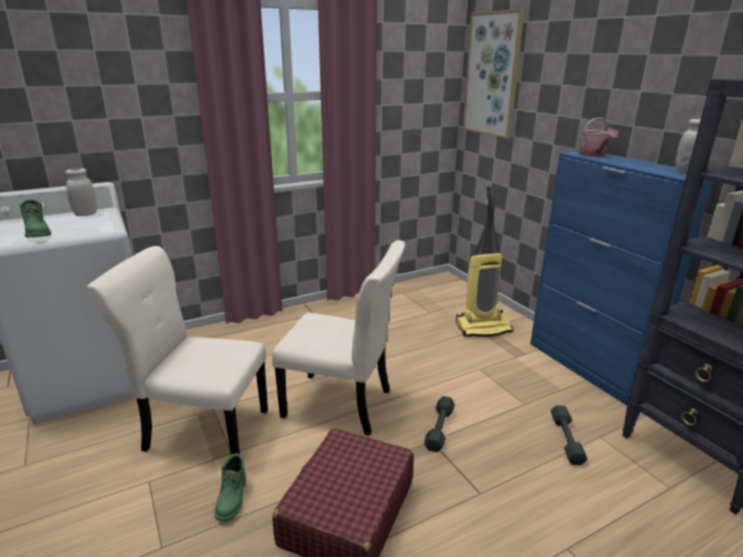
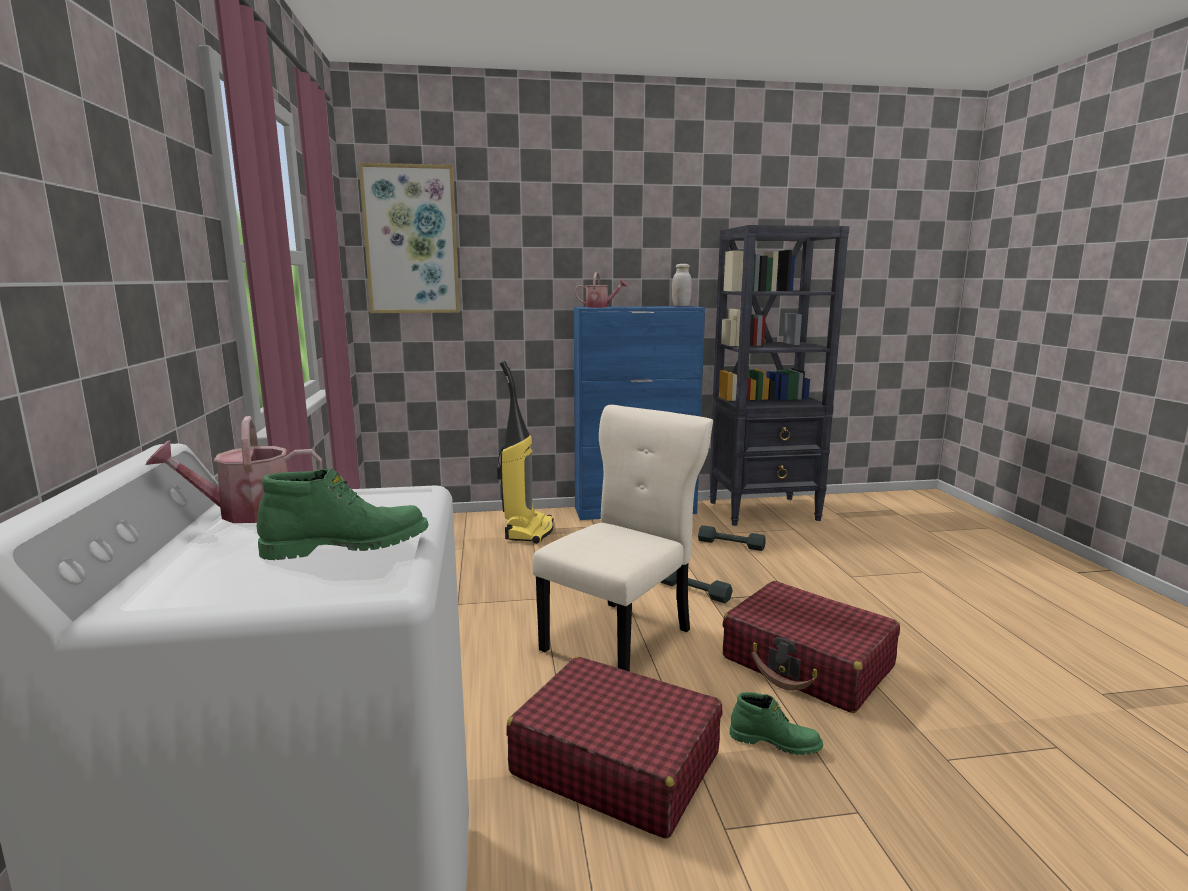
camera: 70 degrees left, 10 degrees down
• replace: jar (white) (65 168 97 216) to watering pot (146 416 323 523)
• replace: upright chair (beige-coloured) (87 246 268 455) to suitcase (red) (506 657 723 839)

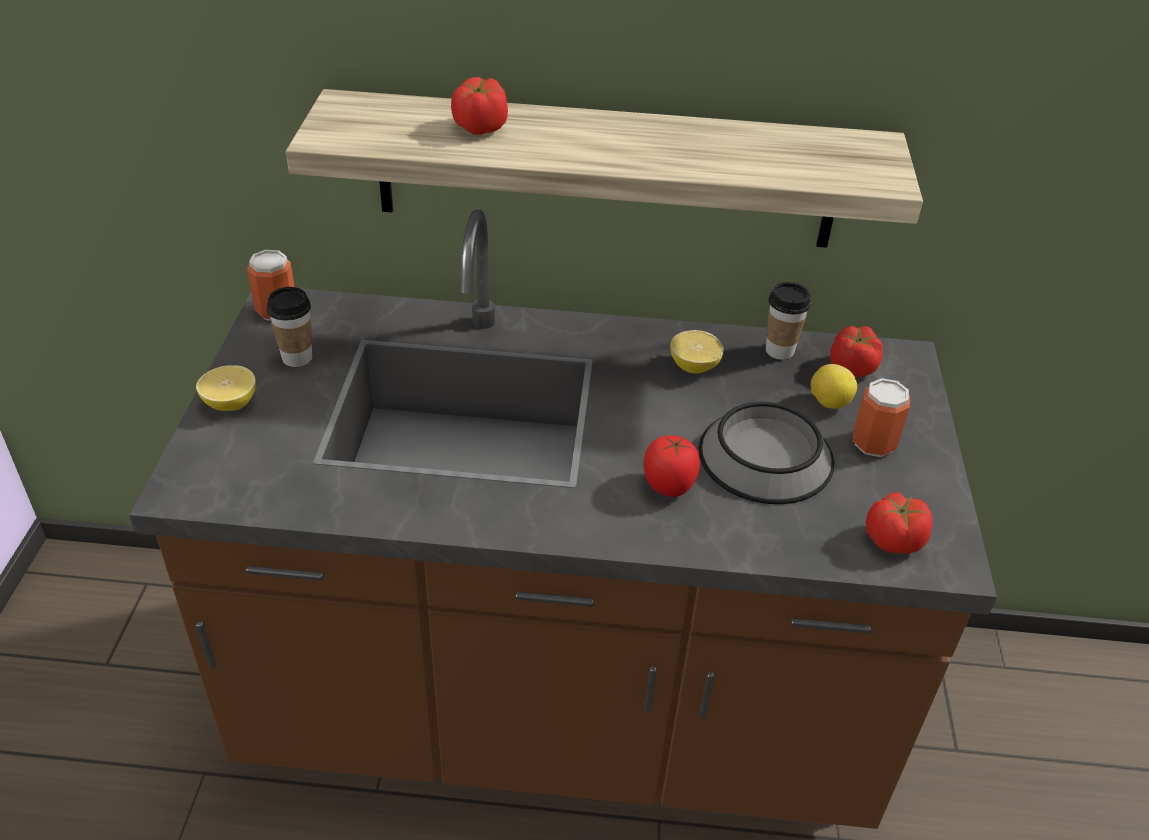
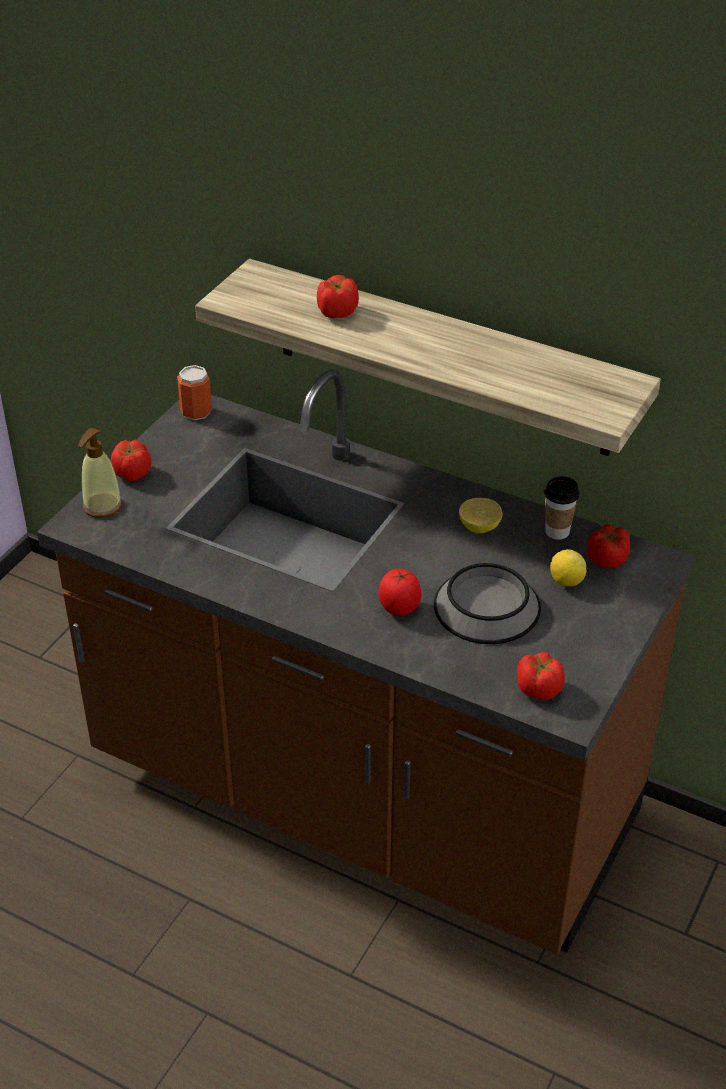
camera: 25 degrees right, 0 degrees up
• delete: cup (267 287 312 367)
• replace: citrus fruit (196 365 256 411) to fresh tomato (111 440 151 481)
• delete: metal can (853 378 910 457)
• insert: liquid soap bottle (78 428 123 518)

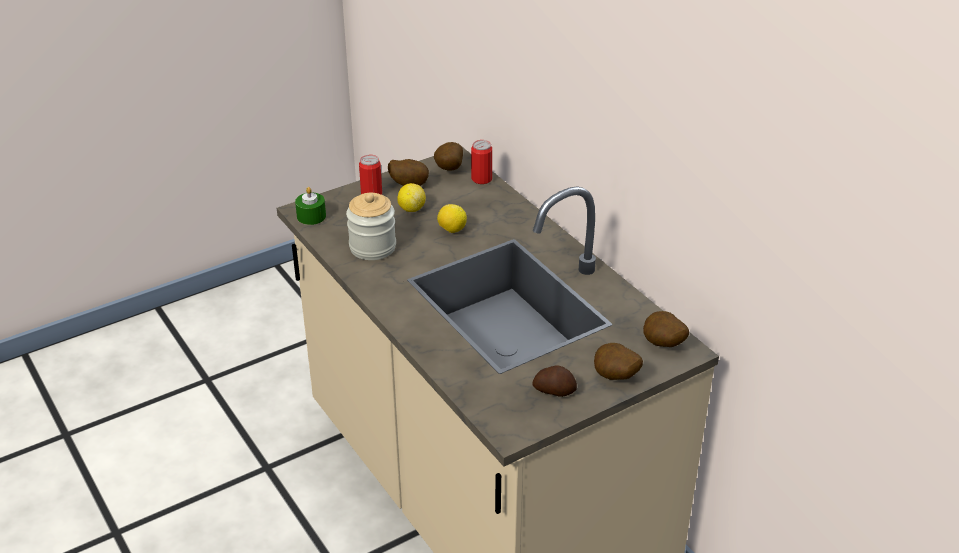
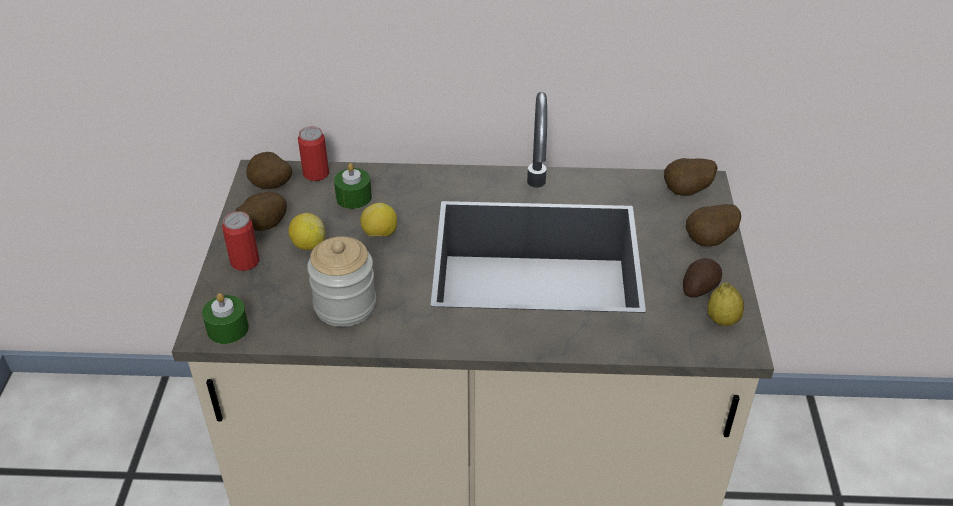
camera: 55 degrees left, 5 degrees up
• insert: wax candle (green) (334 163 372 209)
• insert: citrus fruit (707 282 744 326)

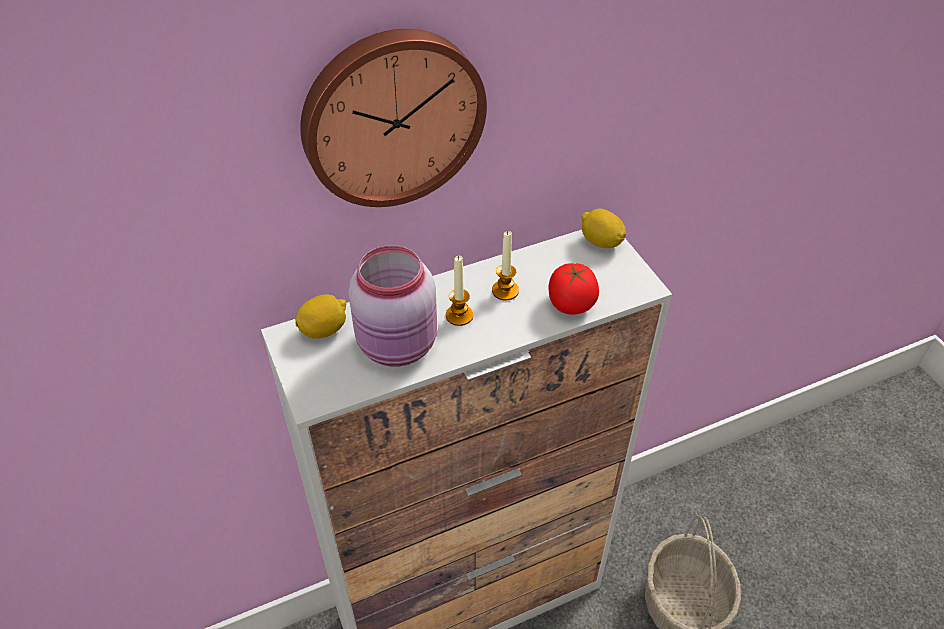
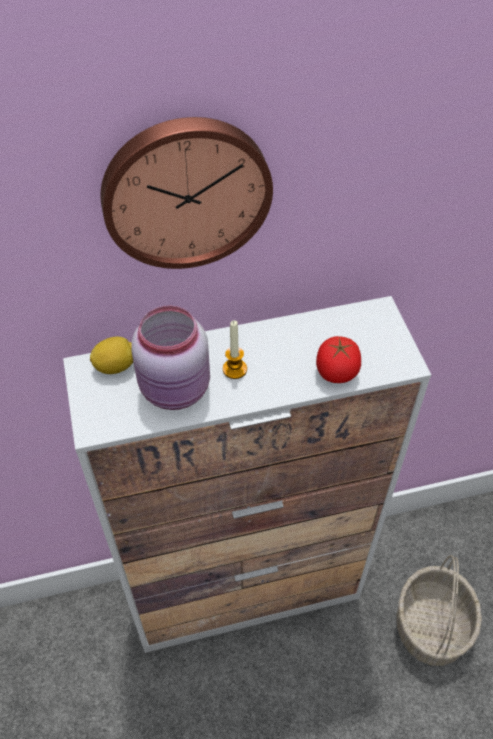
camera: 10 degrees right, 5 degrees up
• delete: citrus fruit (581 208 626 248)
• delete: wax candle (492 231 519 301)

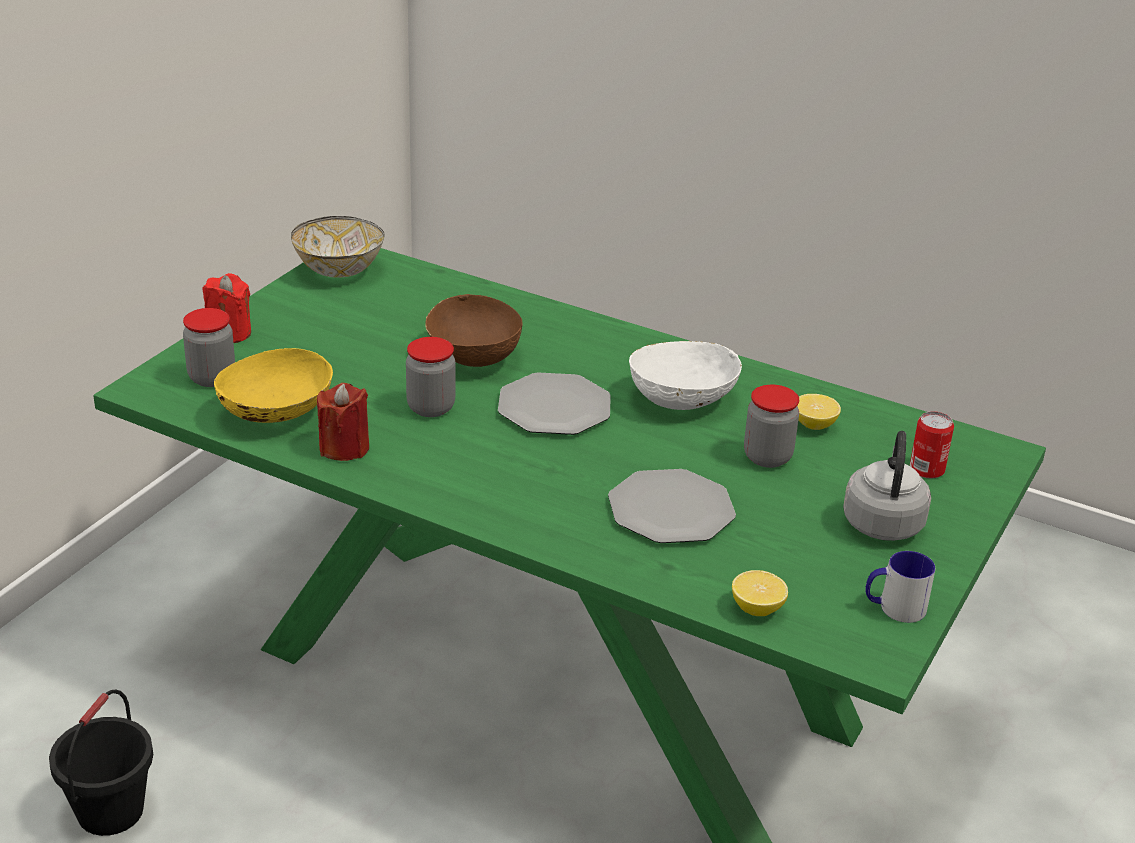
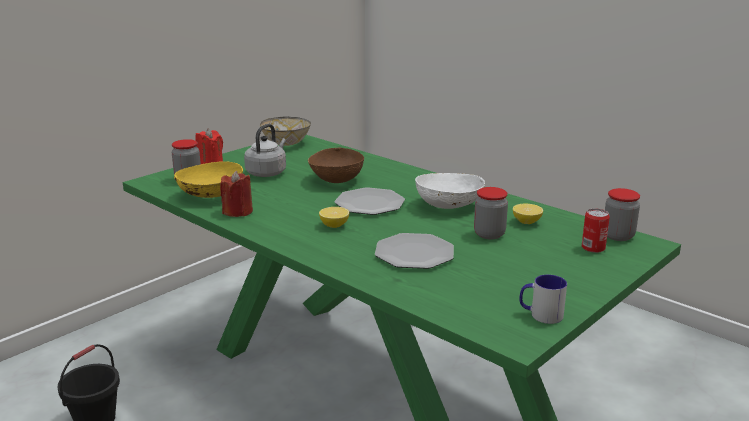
camera: 15 degrees right, 10 degrees down
• move: jar (406 337 455 417) to (605 188 640 241)
• move: kettle (gray) (843 431 931 541) to (244 124 286 177)
• move: citrus fruit (732 570 788 616) to (319 207 349 228)

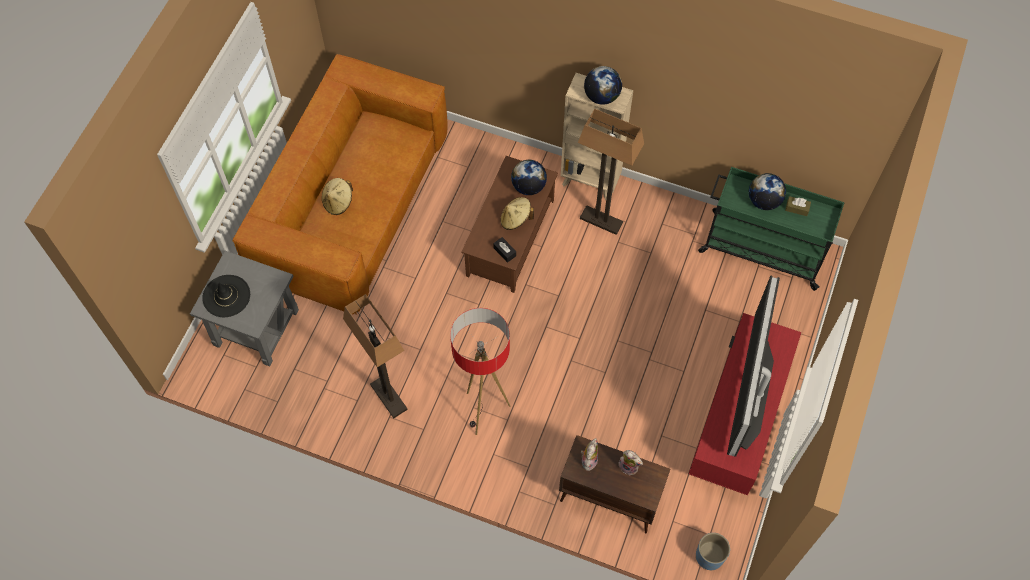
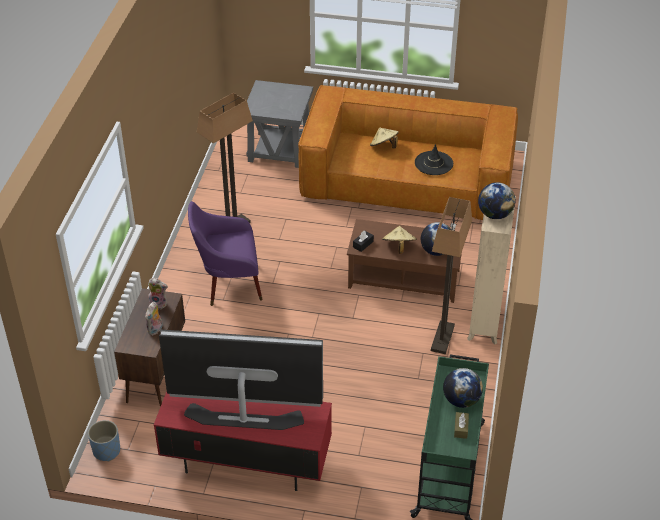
camera: 80 degrees right, 20 degrees down
• move: wearable hat (black) (202 275 250 317) to (415 144 453 175)
• replace: standing lamp (450 308 510 435) to lounge chair (purple) (188 201 263 306)

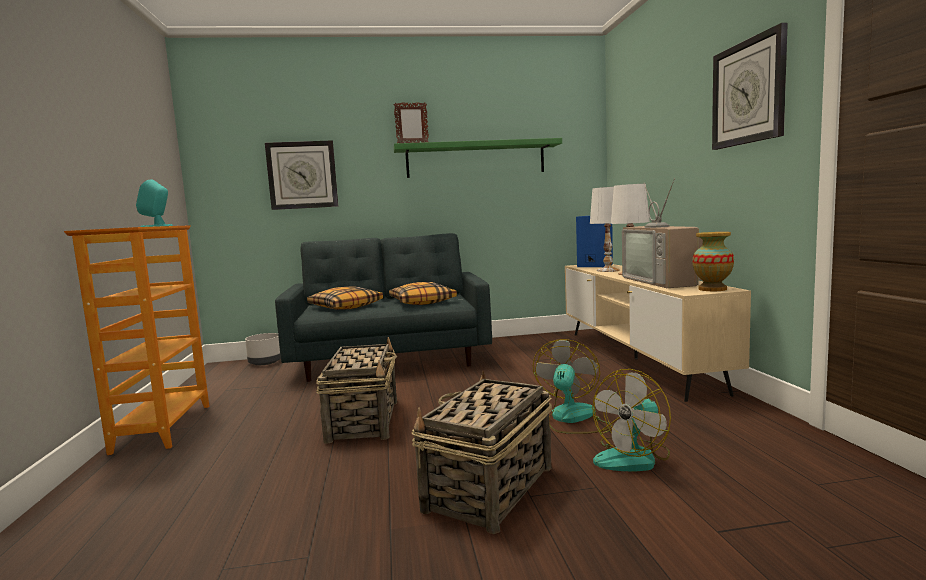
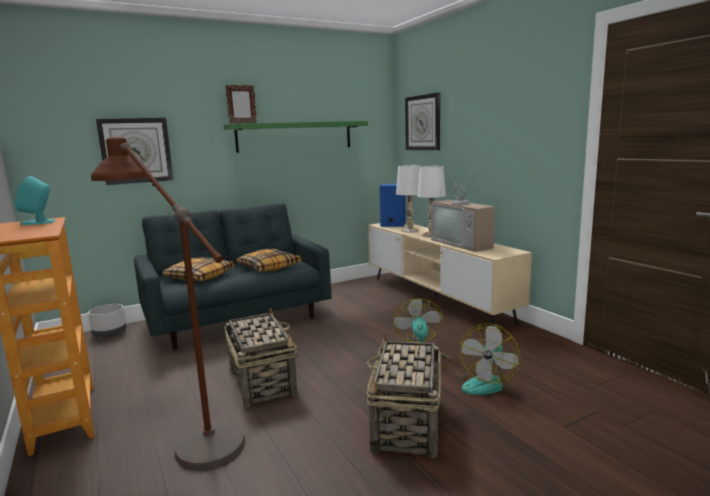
camera: 20 degrees left, 5 degrees up
• move: hanging clock (712 23 788 150) to (405 93 440 150)
• delete: flower vase (692 232 734 291)
• insert: standing lamp (brownish) (91 137 245 470)

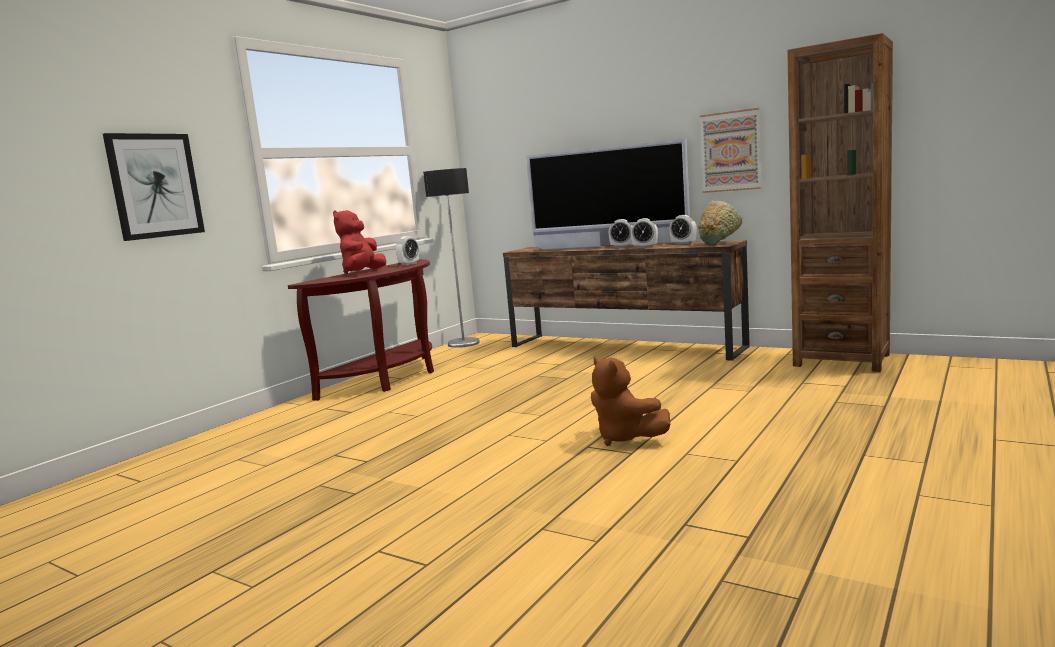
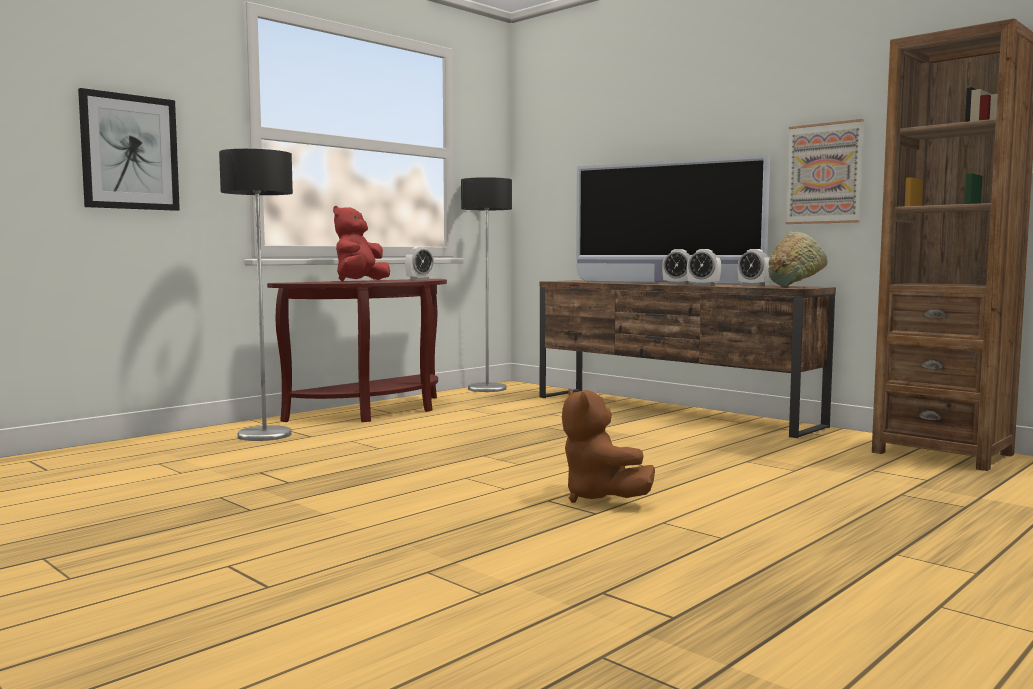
camera: 10 degrees right, 5 degrees down
• insert: standing lamp (219 149 293 441)

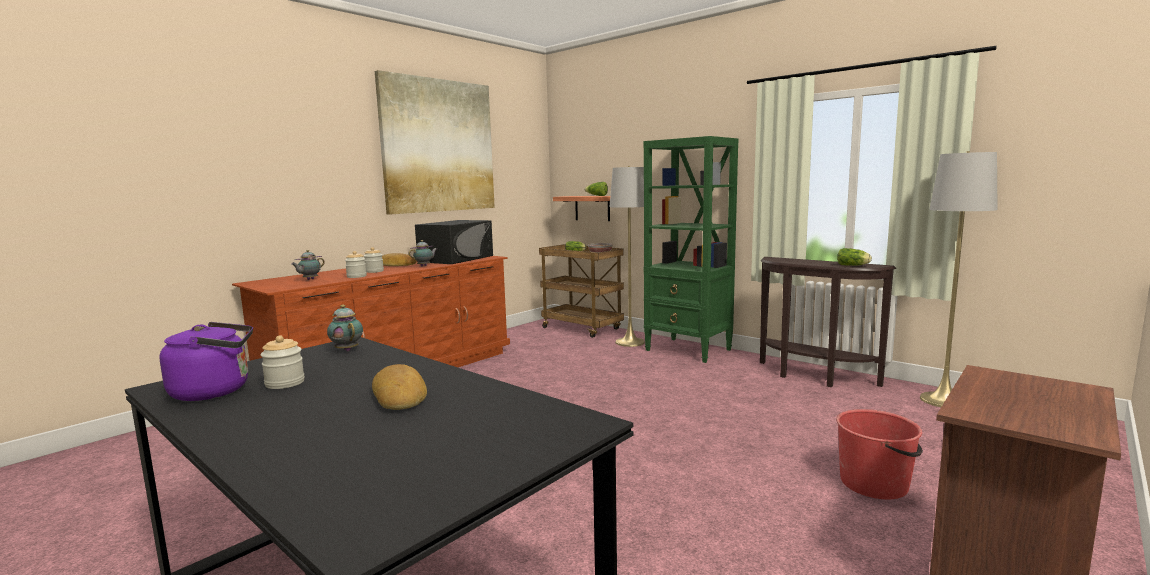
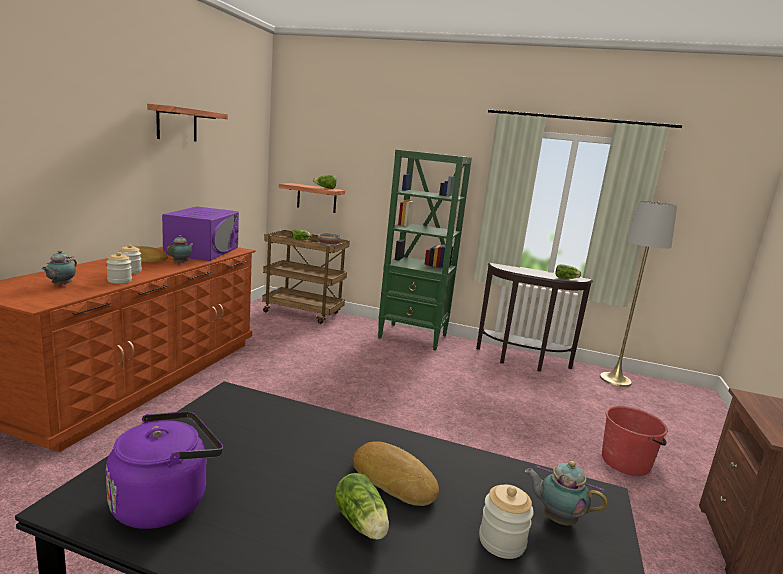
camera: 25 degrees left, 5 degrees up
• replace: picture (375 70 495 215) to bracket shelf (147 104 228 141)
• delete: standing lamp (gray) (610 166 645 347)
• recolor: microwave oven (black) (415 220 493 264) to microwave oven (purple) (162 207 239 261)
• move: pot for tea (327 305 363 351) to (525 461 608 525)
• move: jar (260 335 305 389) to (479 485 534 559)
• insert: lettuce head (335 473 389 540)

